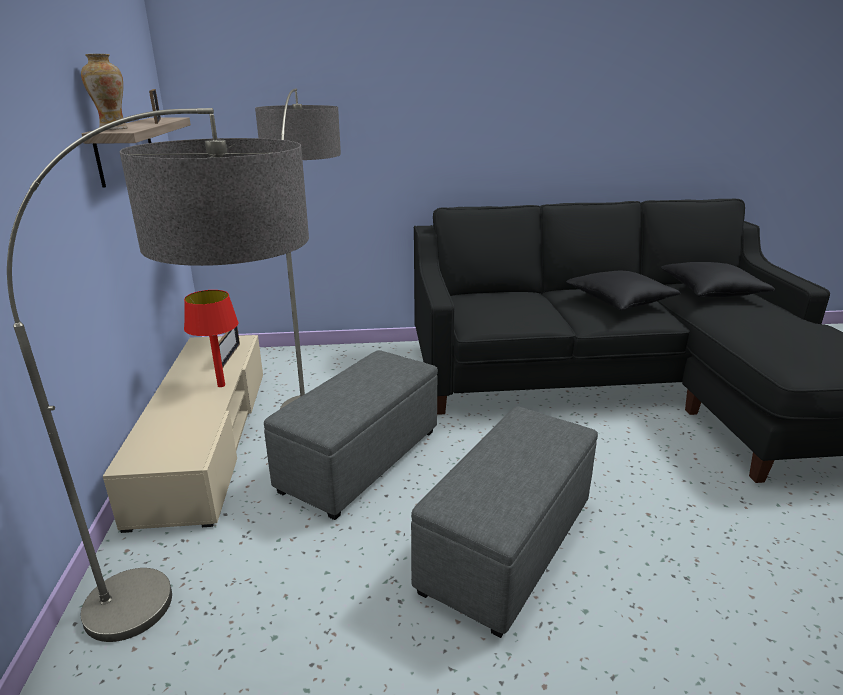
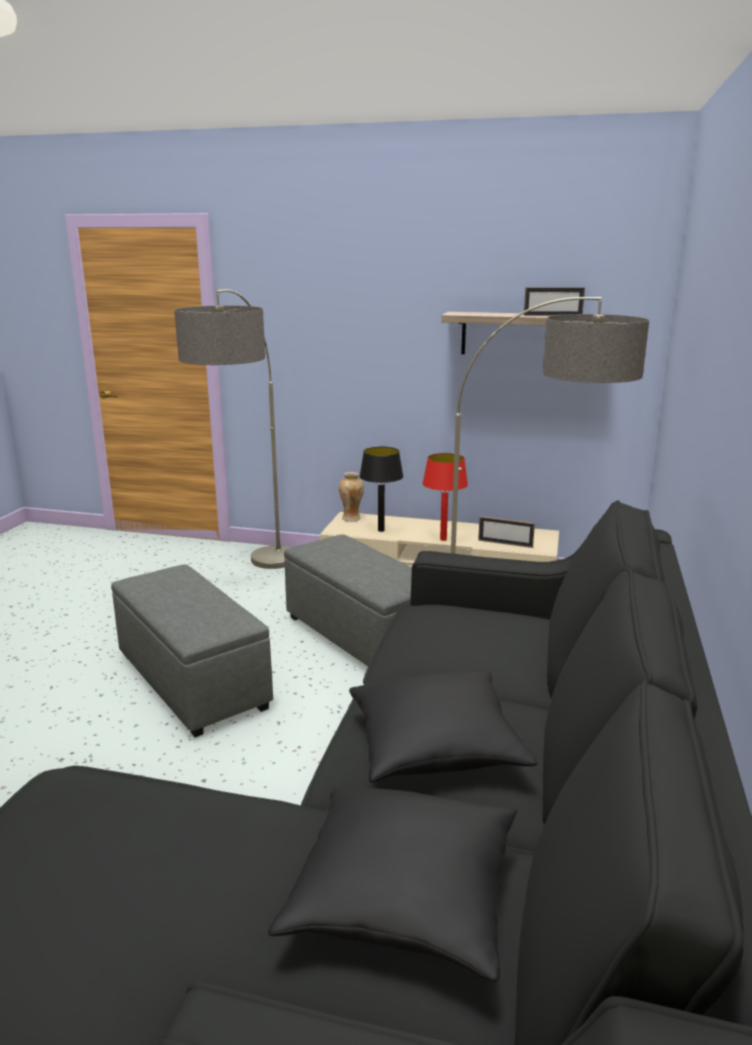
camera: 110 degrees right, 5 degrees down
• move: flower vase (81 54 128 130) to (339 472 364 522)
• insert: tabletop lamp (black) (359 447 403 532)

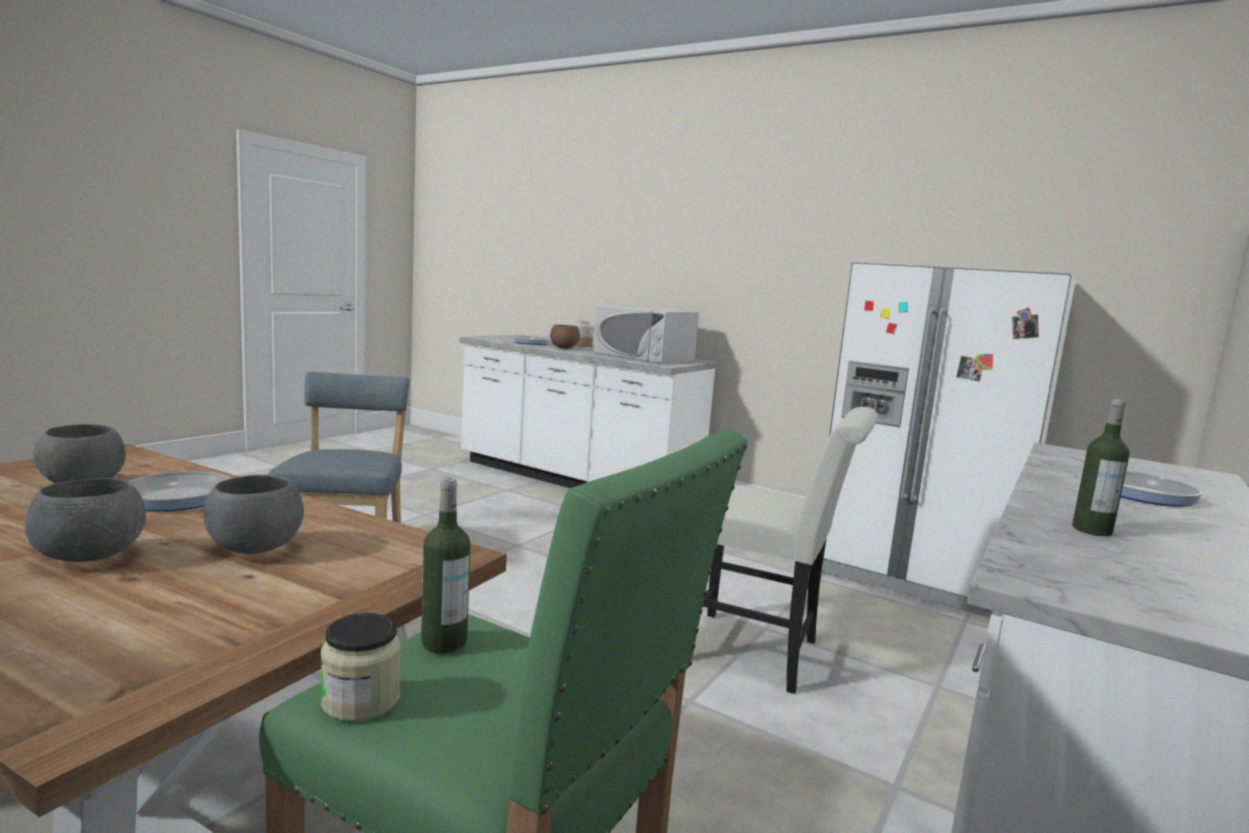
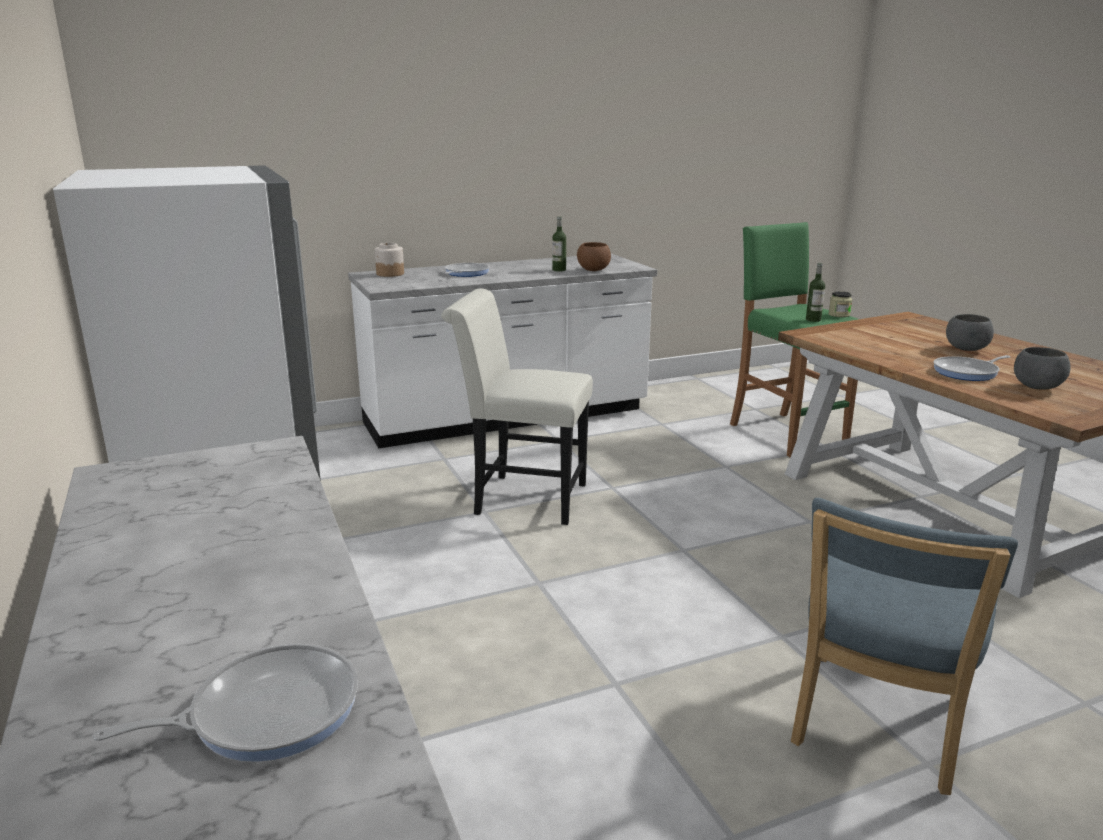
camera: 145 degrees left, 10 degrees up
• delete: microwave oven (white) (593 305 699 364)
• move: jar (572 320 594 347) to (375 243 404 277)
• move: serving bowl (brownish) (550 325 580 349) to (577 242 611 271)
• rotate: upright chair (white) (702 407 878 694) = (441 288 593 525) 45 degrees counterclockwise
• delete: serving bowl (gray) (203 474 304 554)

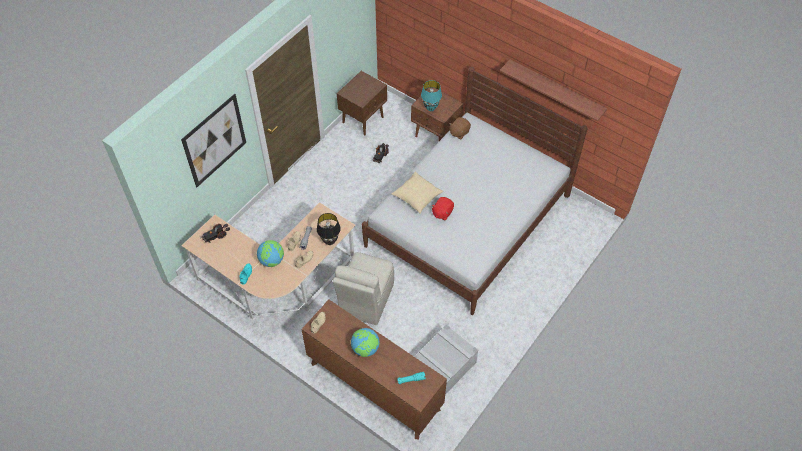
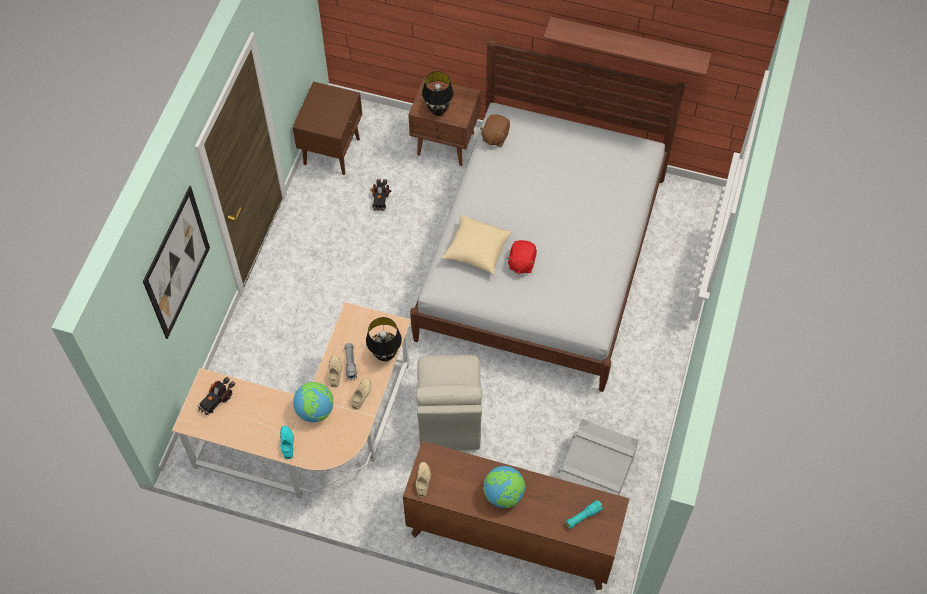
camera: 20 degrees left, 5 degrees up
• recolor: tabletop lamp (blue-green) (421 80 442 111) to tabletop lamp (black) (422 71 454 116)

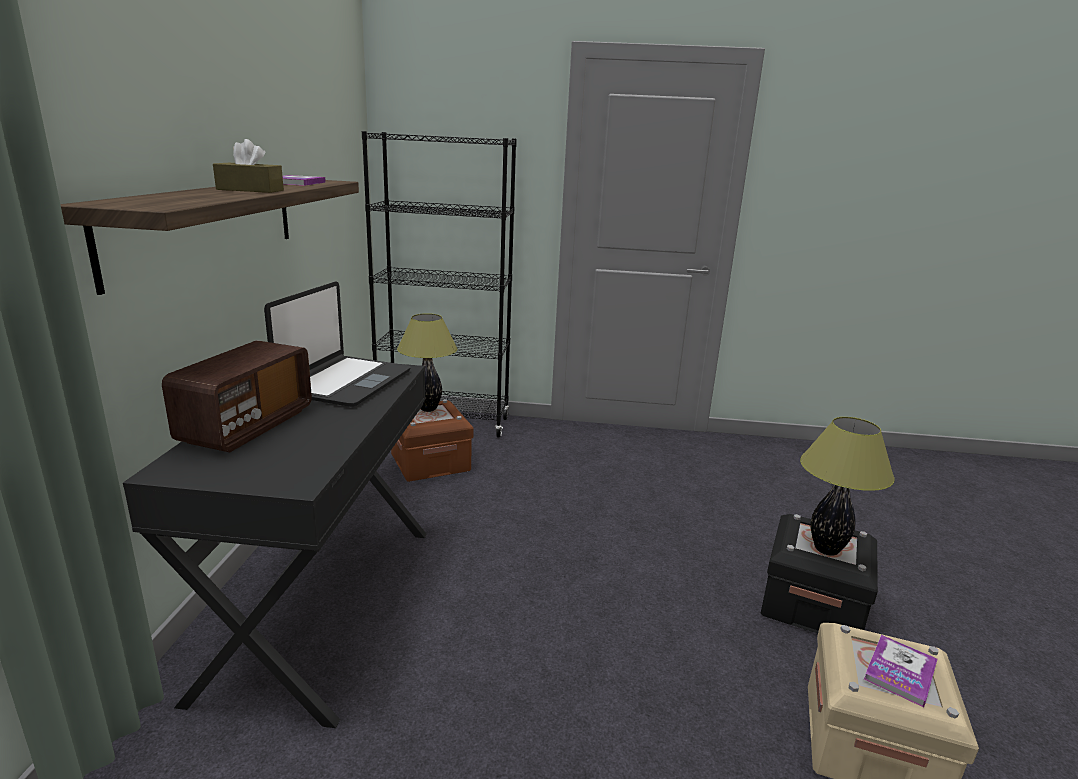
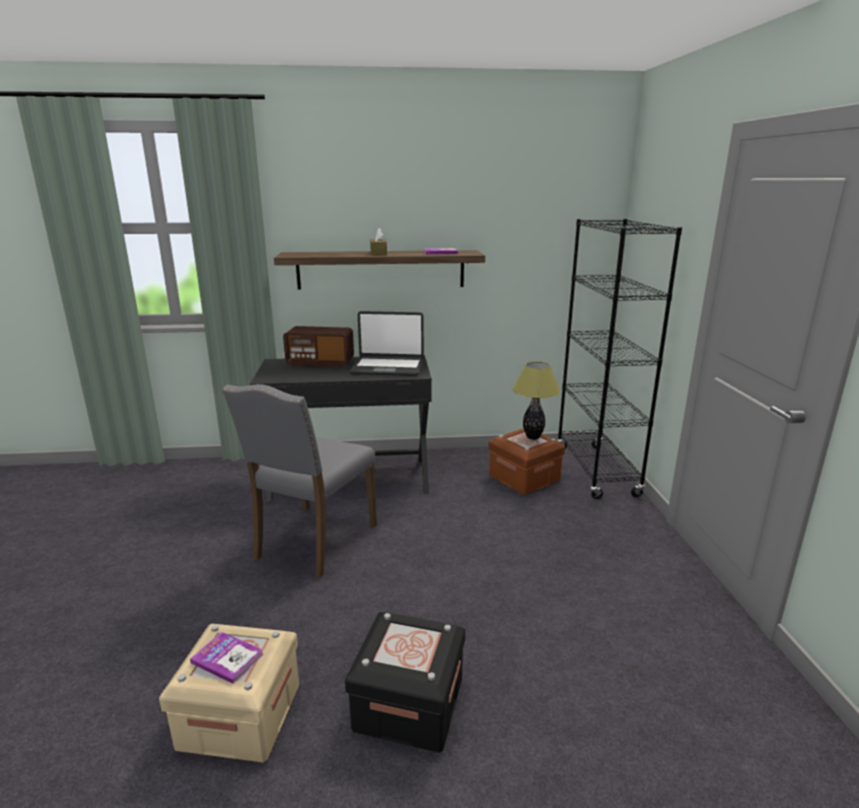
camera: 80 degrees right, 0 degrees up
• delete: tabletop lamp (800 417 895 556)
• insert: upright chair (gray) (222 384 377 578)

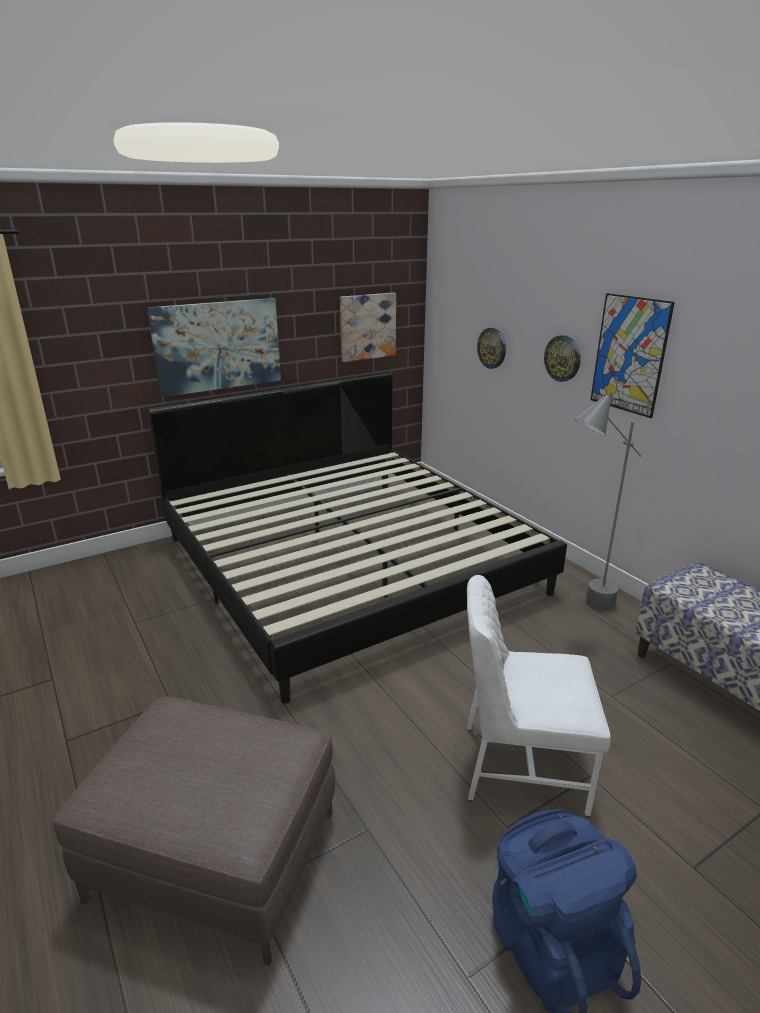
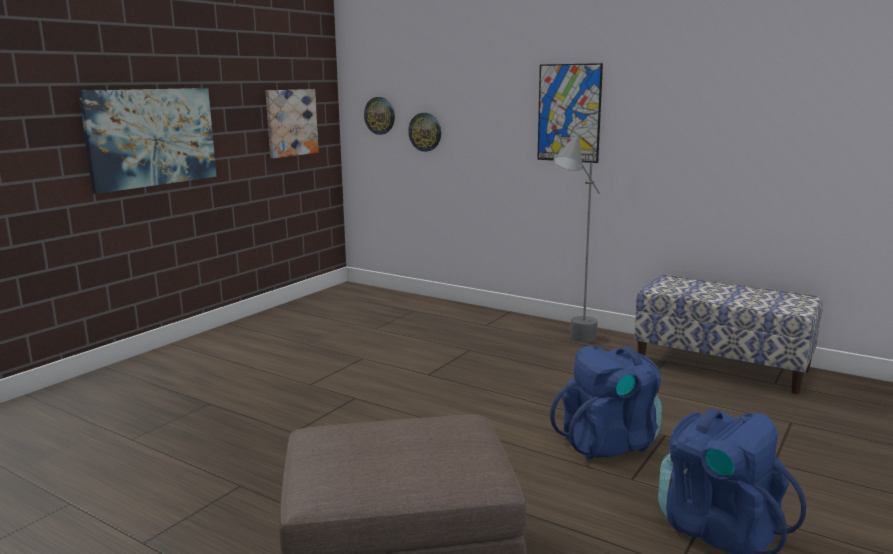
camera: 25 degrees left, 10 degrees down
• move: hanging clock (544 335 581 382) to (364 97 395 135)
• delete: bed (147 373 567 704)
• replace: upright chair (white) (467 575 611 817) to backpack (blue) (550 346 662 459)

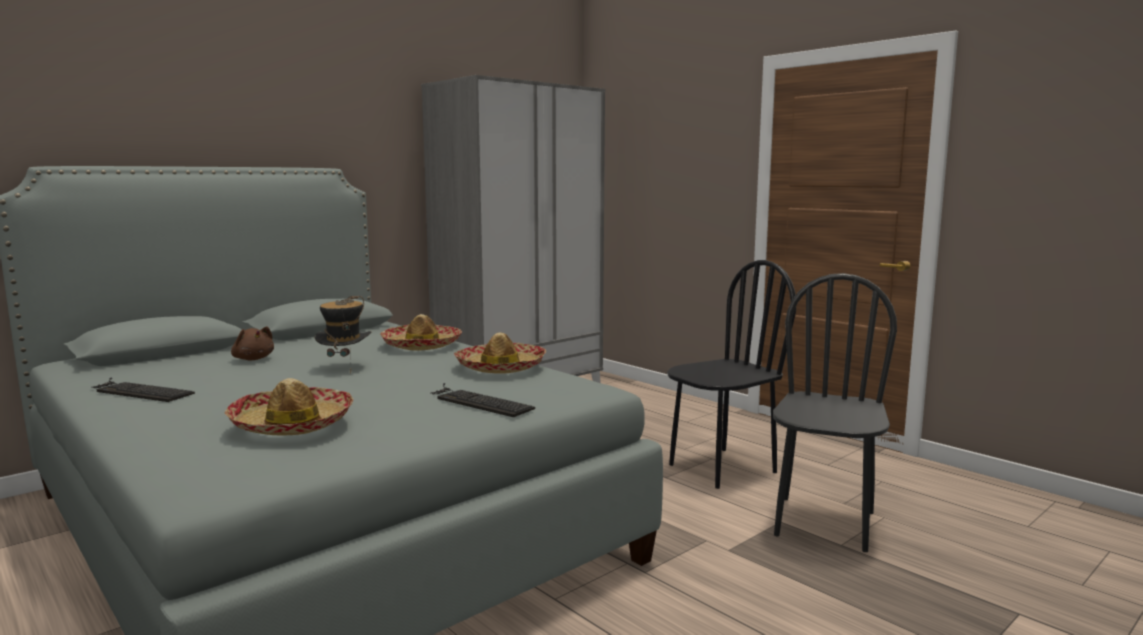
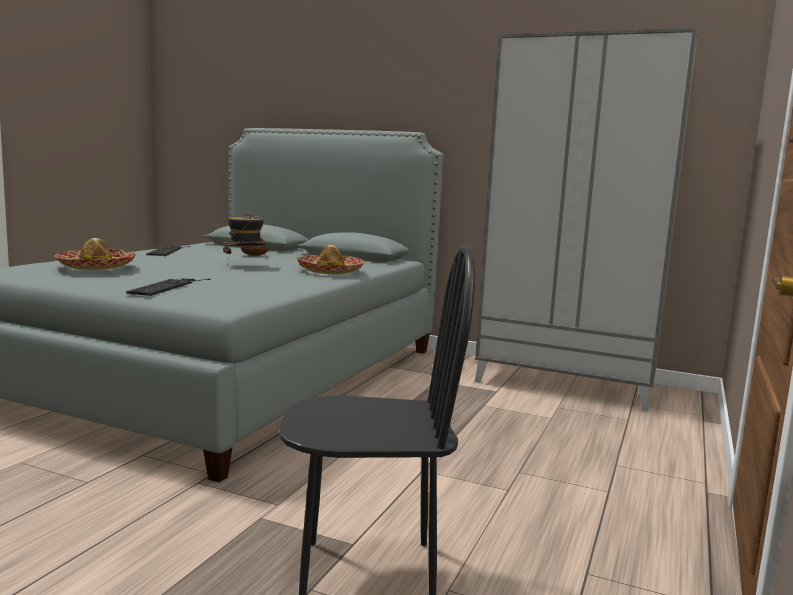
camera: 65 degrees right, 0 degrees up
• delete: upright chair (black) (667 260 796 489)
• delete: wearable hat (454 333 546 374)

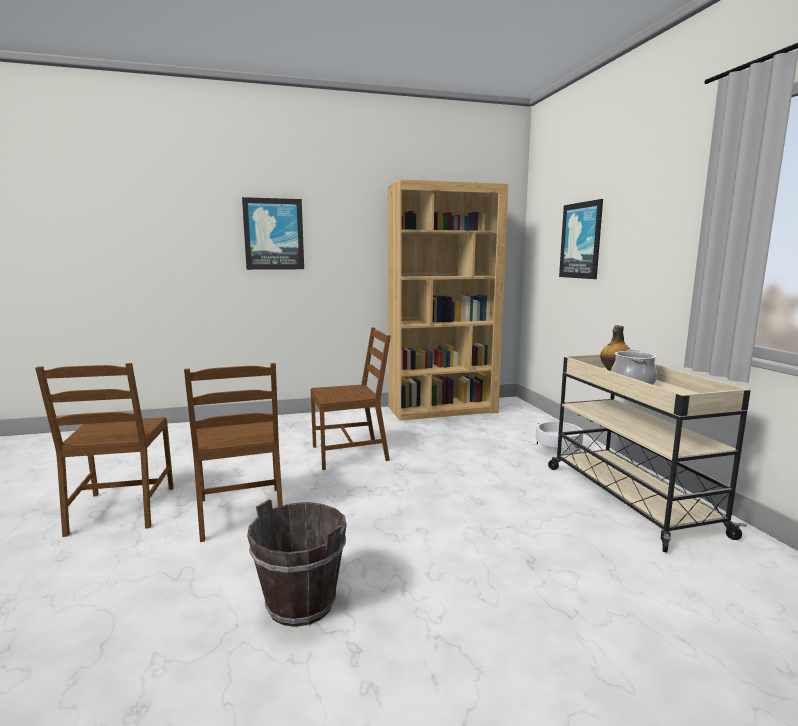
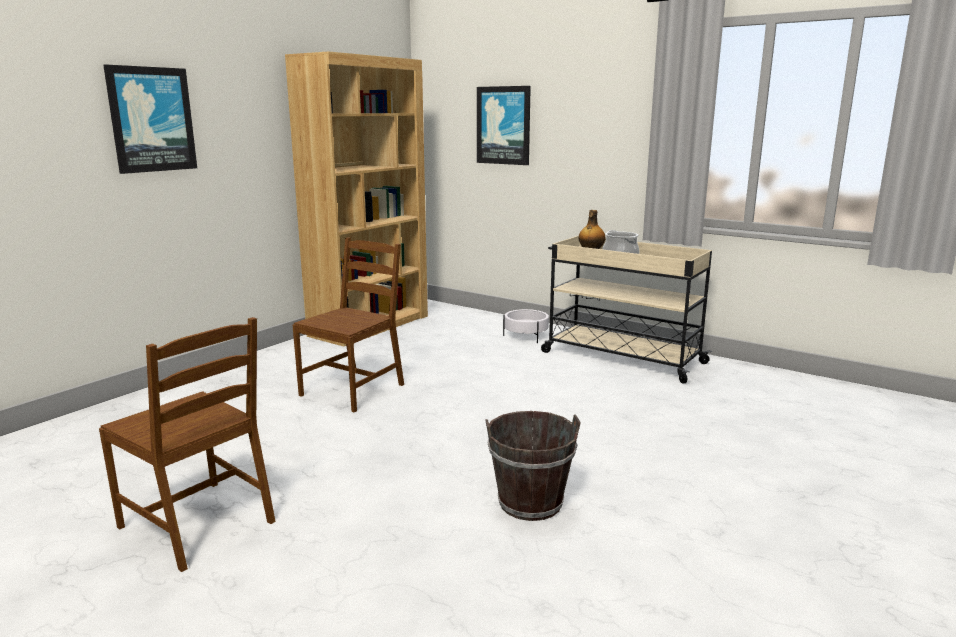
camera: 40 degrees left, 5 degrees up
• delete: upright chair (brownish) (184 363 283 542)

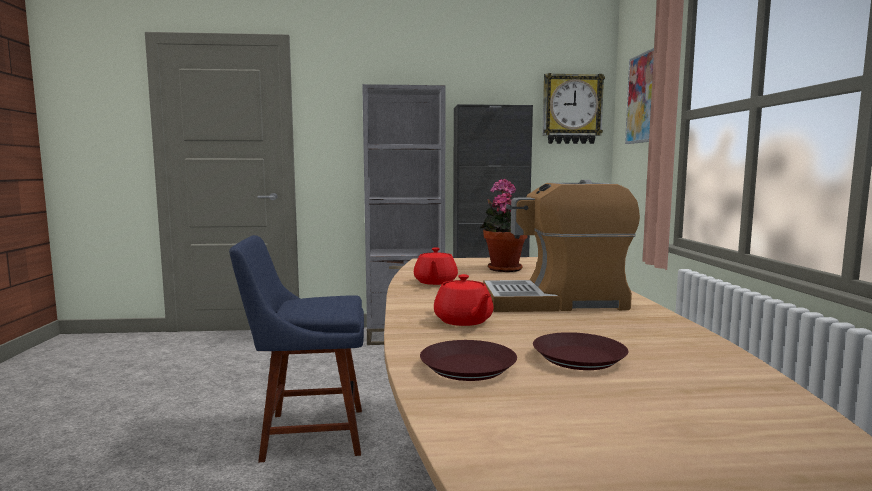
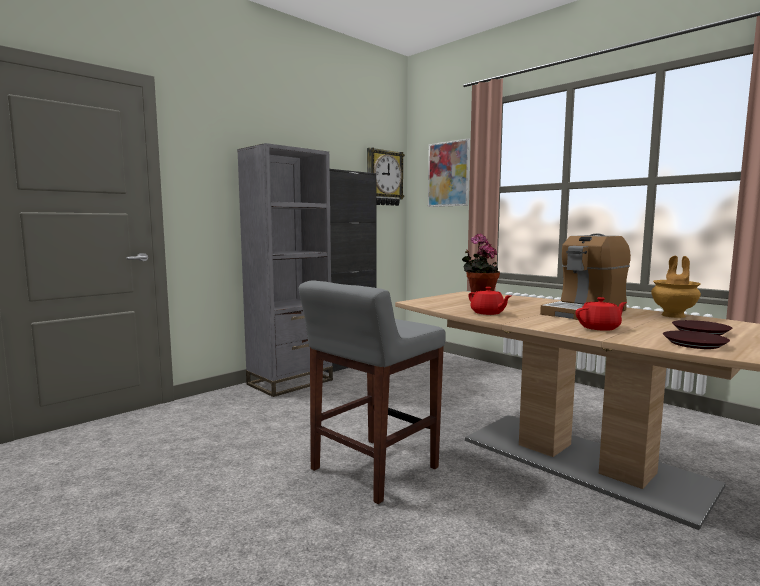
camera: 40 degrees left, 0 degrees up
• replace: upright chair (blue) (229 235 364 462) to stool (gray) (299 280 446 504)
• rotate: pot for tea (red) (434 274 494 326) = (576 297 627 331) 45 degrees counterclockwise
• insert: flower vase (brownish) (651 256 701 318)

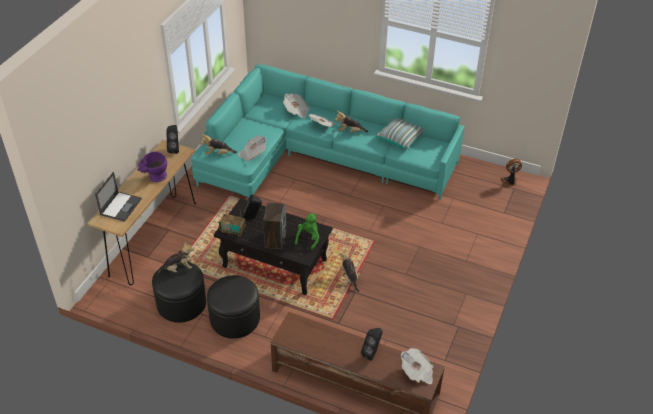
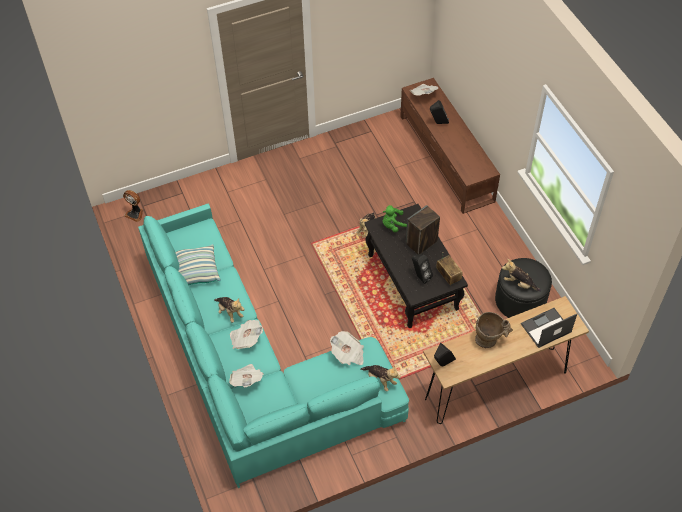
camera: 135 degrees left, 10 degrees up
• recolor: flower vase (purple) (137 152 167 182) to flower vase (beige-coloured) (475 312 513 348)
• delete: footrest (black) (207 275 260 339)

